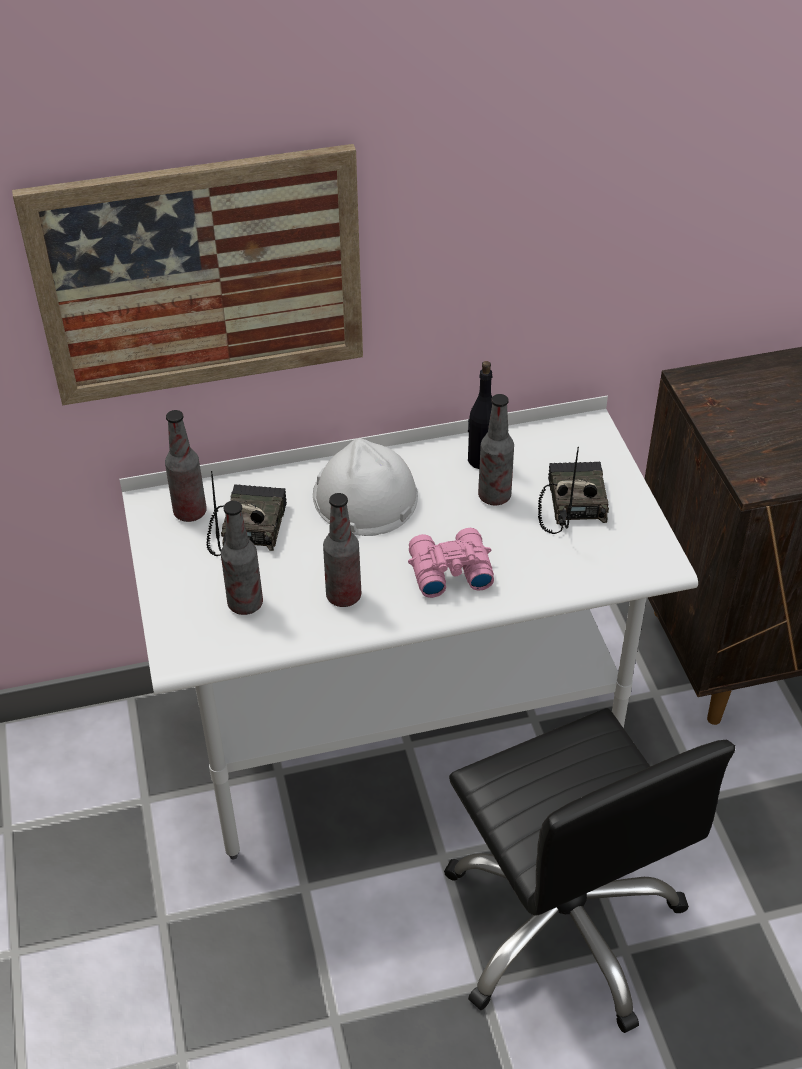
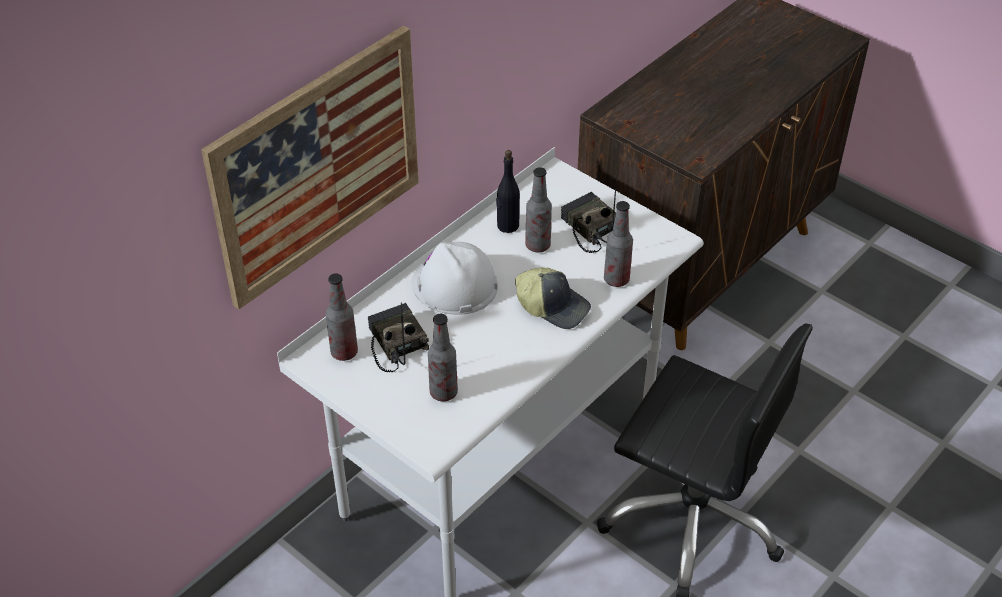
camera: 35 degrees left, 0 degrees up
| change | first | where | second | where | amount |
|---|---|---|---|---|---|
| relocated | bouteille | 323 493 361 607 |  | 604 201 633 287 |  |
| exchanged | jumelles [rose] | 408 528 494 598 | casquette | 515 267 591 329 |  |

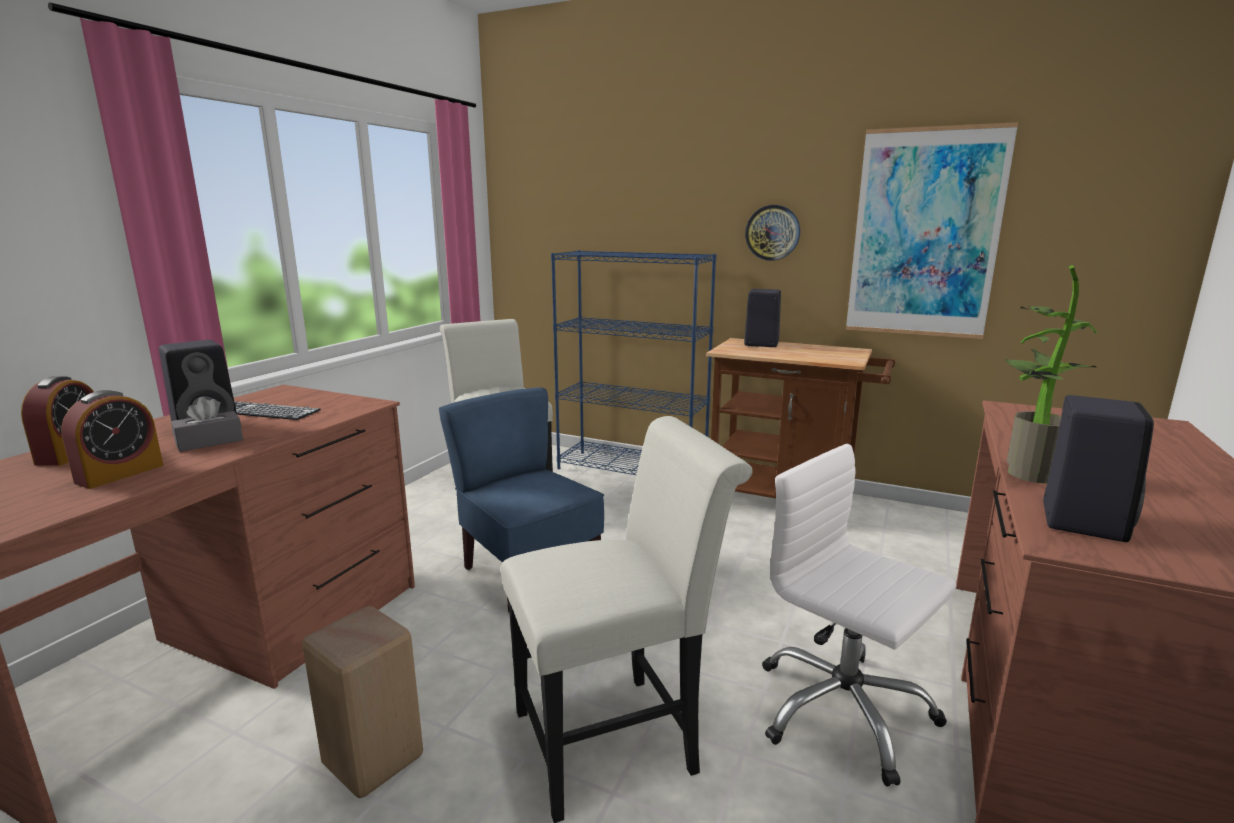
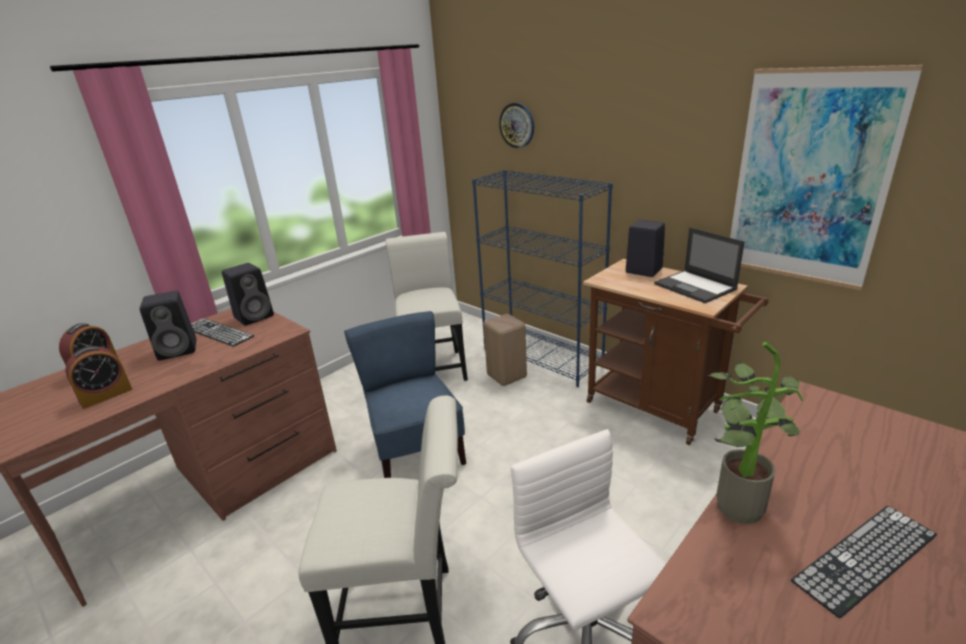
camera: 20 degrees right, 10 degrees up
| change | first | where | second | where | amount |
|---|---|---|---|---|---|
| missing | boîte à mouchoirs [gris] | 171 397 243 452 |  |  |  |
| appeared |  |  | ordinateur portable | 654 228 745 303 |  |
| appeared |  |  | clavier | 791 505 937 618 |  |
| relocated | tabouret [beige] | 302 606 423 798 |  | 483 314 527 386 |  |
| relocated | horloge murale | 745 205 800 261 |  | 499 103 534 148 |  |
| relocated | enceinte [noir] | 1043 395 1154 542 |  | 222 263 274 326 |  |

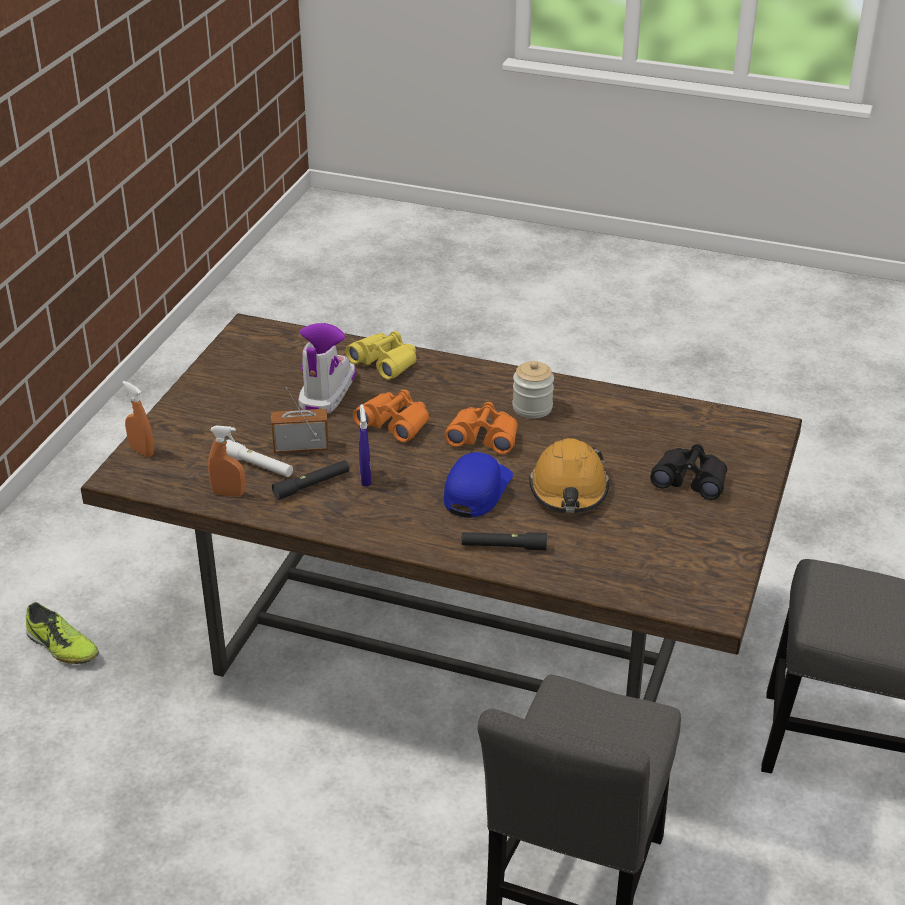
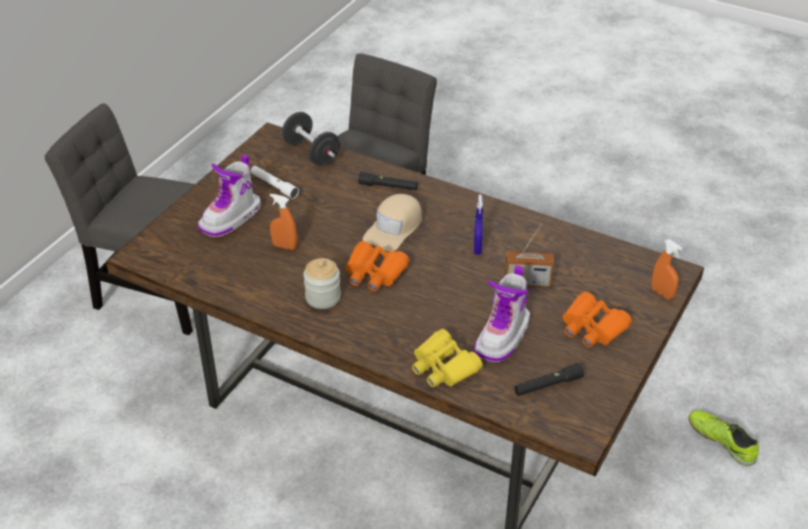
camera: 170 degrees left, 5 degrees up
| change | first | where | second | where | amount |
|---|---|---|---|---|---|
| missing | casque de chantier [orange] | 529 438 609 513 |  |  |  |
| appeared |  |  | haltère [noir] | 282 112 340 166 |  |
| relocated | vaporisateur [orange] | 208 426 245 497 |  | 270 194 297 250 |  |
| relocated | lampe de poche [blanc] | 226 439 293 477 |  | 251 166 299 199 |  |
| relocated | lampe de poche [noir] | 272 460 349 500 |  | 514 363 584 396 |  |
| relocated | jumelles [orange] | 353 390 429 443 |  | 563 292 632 347 |  |
| exchanged | jumelles [noir] | 650 444 727 500 | botte | 198 154 261 237 |  |
| colour | casquette [bleu] | 444 452 513 518 | casquette [beige] | 363 194 422 252 |  |

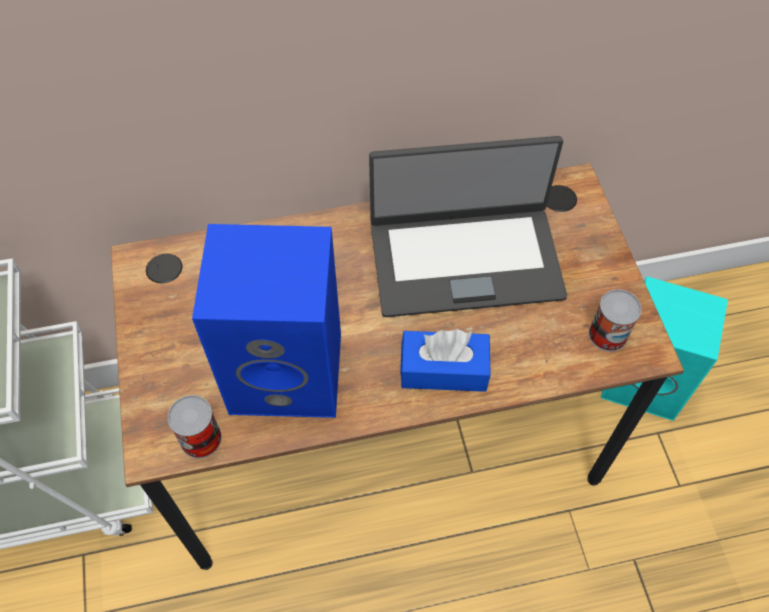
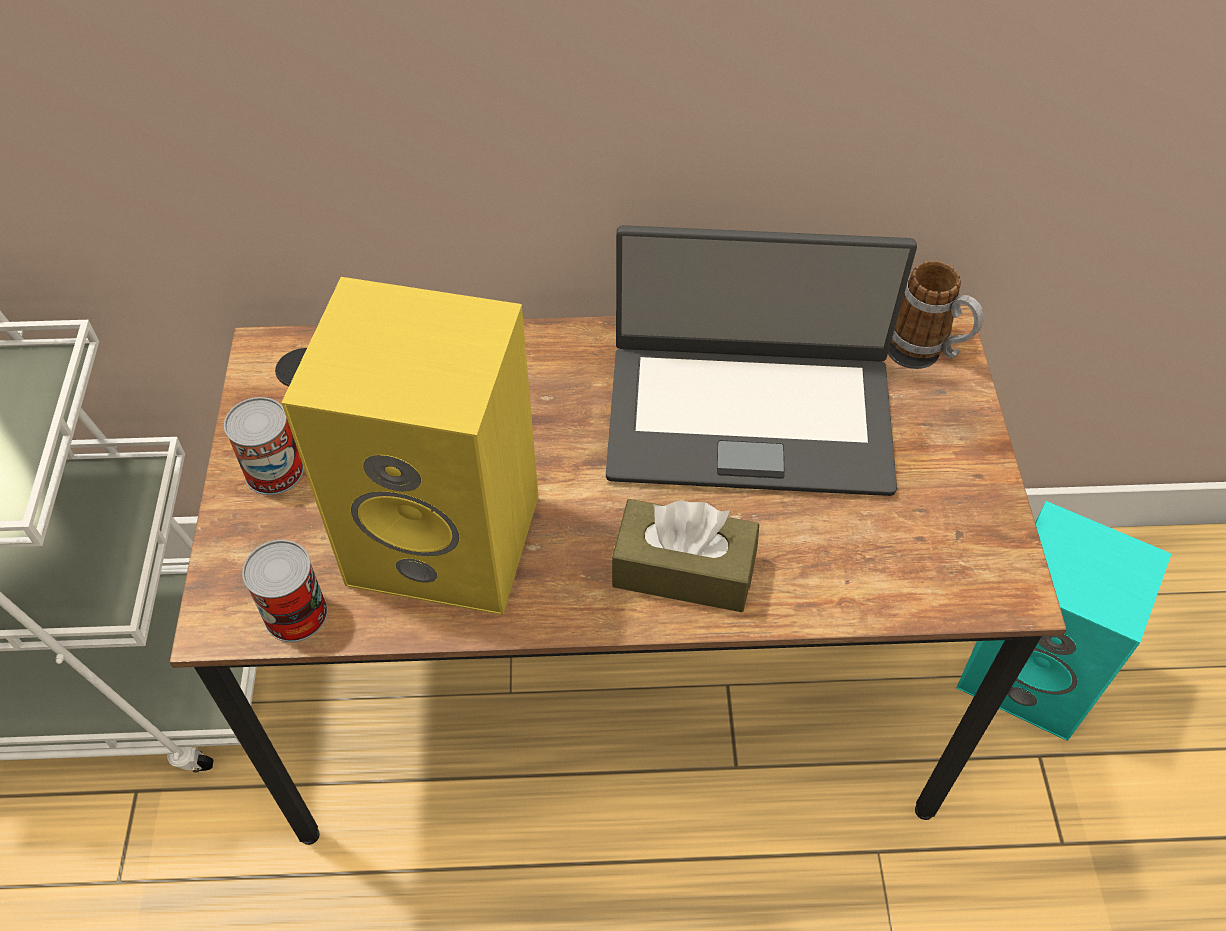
camera: 10 degrees right, 5 degrees down
| change | first | where | second | where | amount |
|---|---|---|---|---|---|
| appeared |  |  | mug | 891 261 984 358 |  |
| relocated | boîte métallique | 589 289 642 352 |  | 224 397 304 495 |  |
| colour | enceinte [bleu] | 192 224 341 418 | enceinte [jaune] | 281 277 538 615 |  |
| colour | boîte à mouchoirs [bleu] | 400 329 491 392 | boîte à mouchoirs [marron] | 612 499 759 612 |  |

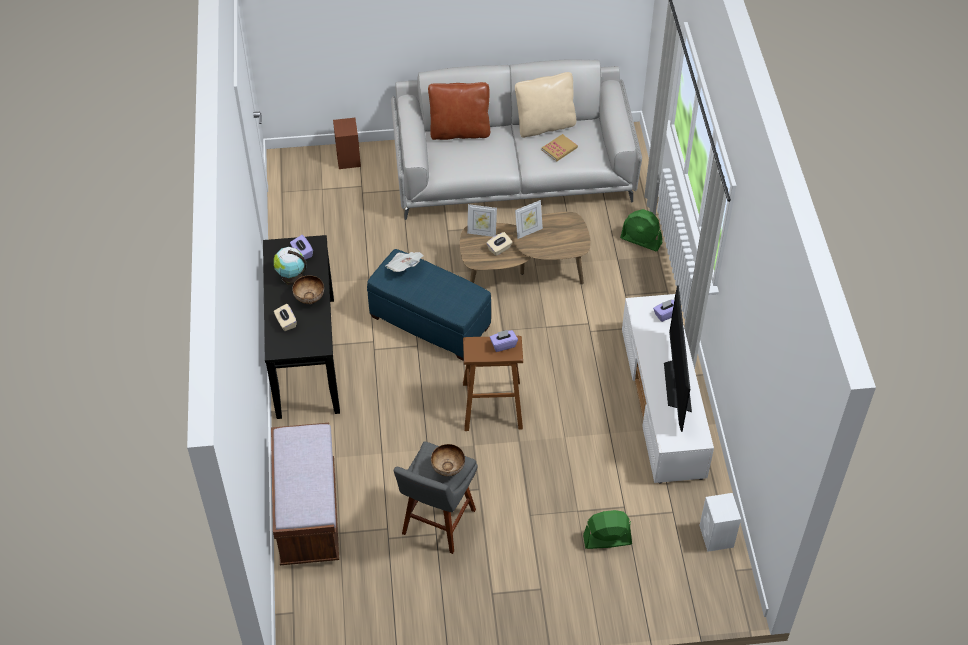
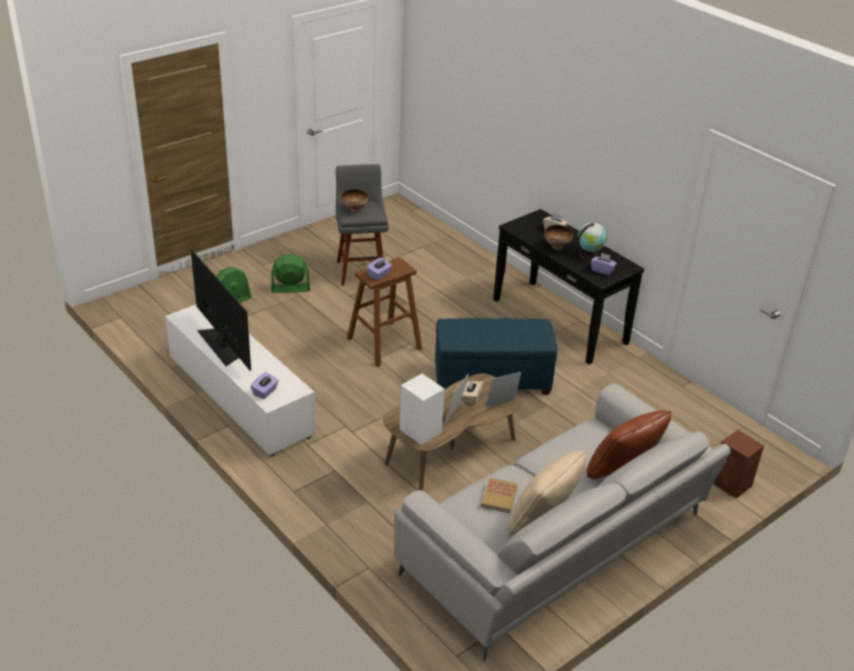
camera: 145 degrees right, 15 degrees down
| change | first | where | second | where | amount |
|---|---|---|---|---|---|
| missing | banc [marron] | 271 423 339 565 |  |  |  |
| missing | journal | 386 252 424 272 |  |  |  |
| relocated | ventilateur [vert] | 620 209 662 251 |  | 271 254 310 293 |  |
| relocated | enceinte [blanc] | 699 493 741 552 |  | 400 373 445 445 |  |

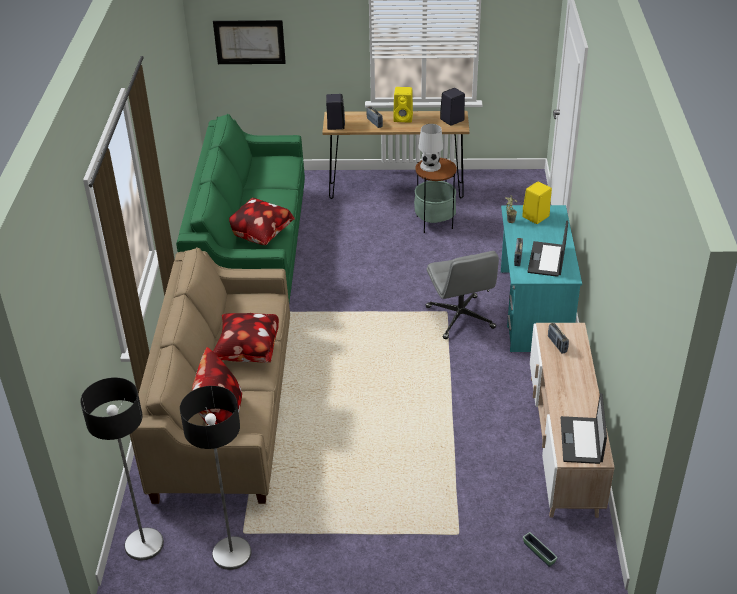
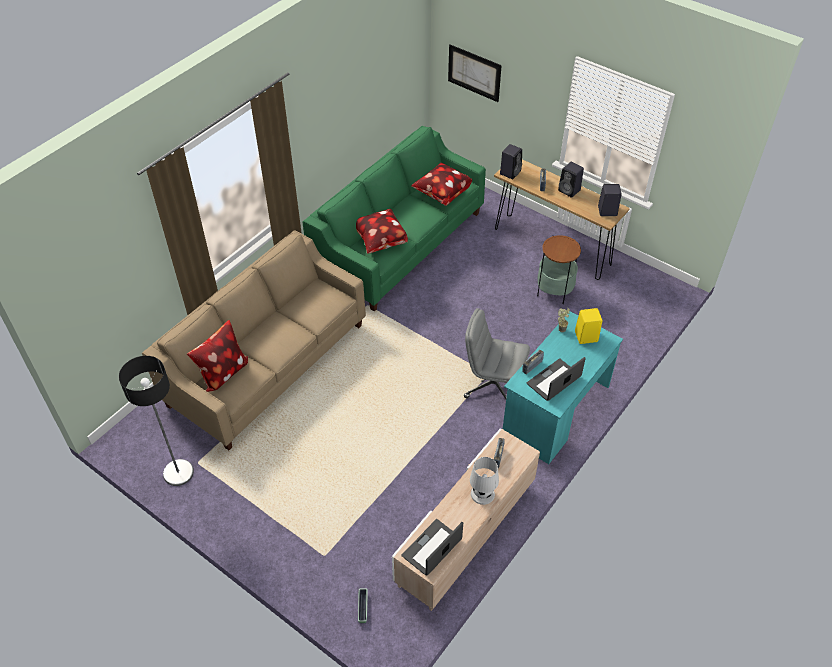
camera: 35 degrees right, 10 degrees up
| change | first | where | second | where | amount |
|---|---|---|---|---|---|
| missing | lampadaire | 80 377 164 561 |  |  |  |
| relocated | coussin | 213 313 279 363 |  | 411 163 472 206 |  |
| relocated | lampe de table [blanc] | 418 124 443 172 |  | 470 457 499 505 |  |
| colour | enceinte [jaune] | 393 87 413 122 | enceinte [noir] | 558 162 584 198 |  |
| spun | chaise de bureau [gris] | 426 251 499 339 |  | 464 308 530 399 | 90 degrees clockwise |

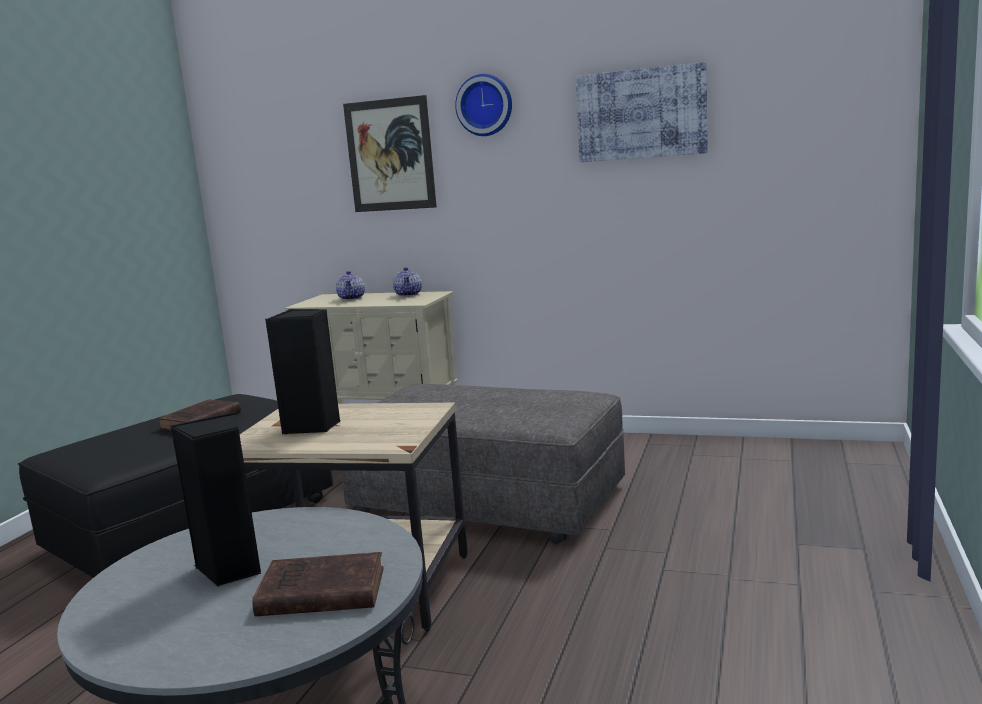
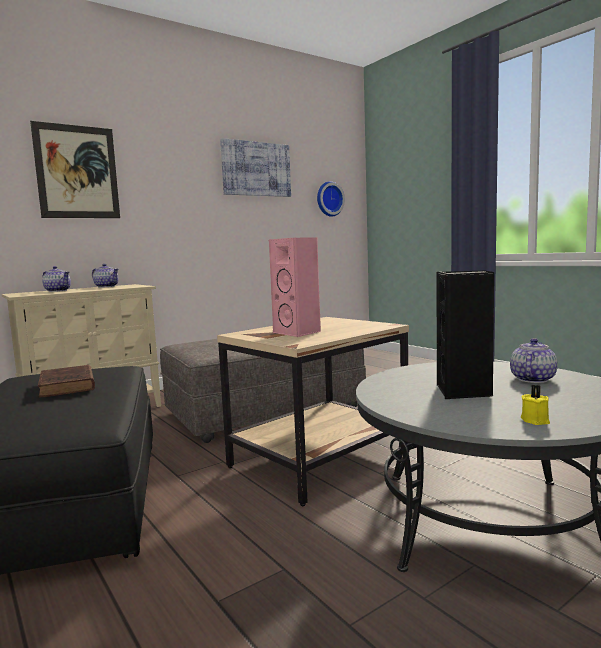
camera: 55 degrees left, 5 degrees down
| change | first | where | second | where | amount |
|---|---|---|---|---|---|
| appeared |  |  | bougie [jaune] | 521 385 550 425 |  |
| relocated | horloge murale | 455 74 512 136 |  | 317 181 345 217 |  |
| exchanged | livre [marron] | 252 552 384 616 | théière | 510 338 557 383 |  |
| colour | enceinte [noir] | 265 309 340 434 | enceinte [rose] | 269 237 321 337 |  |

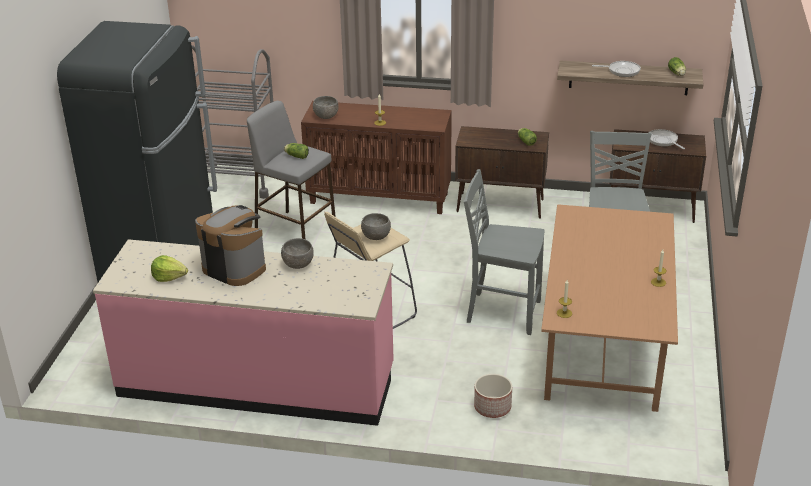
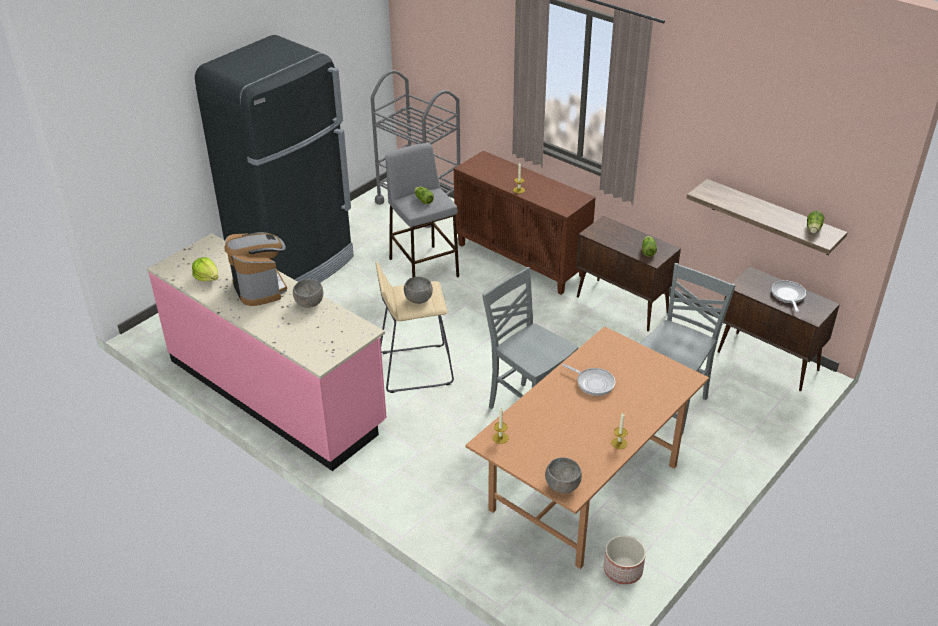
camera: 30 degrees right, 5 degrees up
| change | first | where | second | where | amount |
|---|---|---|---|---|---|
| relocated | bol [gris] | 313 96 339 119 |  | 545 457 582 493 |  |
| relocated | cache-pot | 474 374 512 418 |  | 604 535 646 584 |  |
| relocated | poêle | 592 61 641 77 |  | 562 364 615 396 |  |

